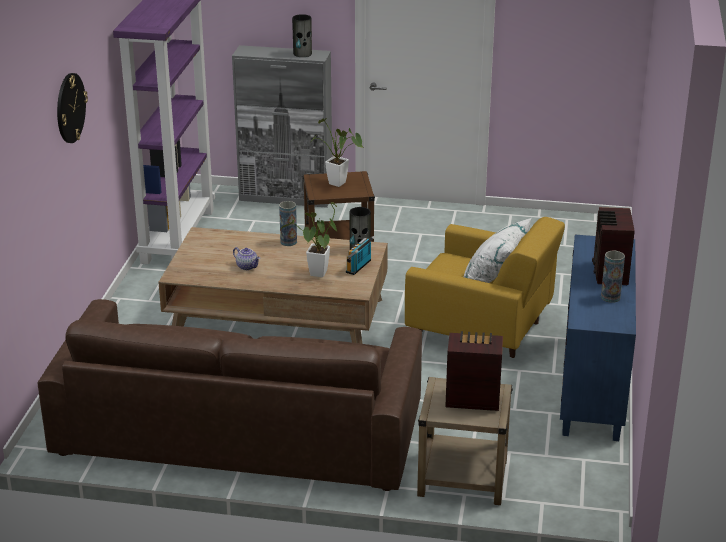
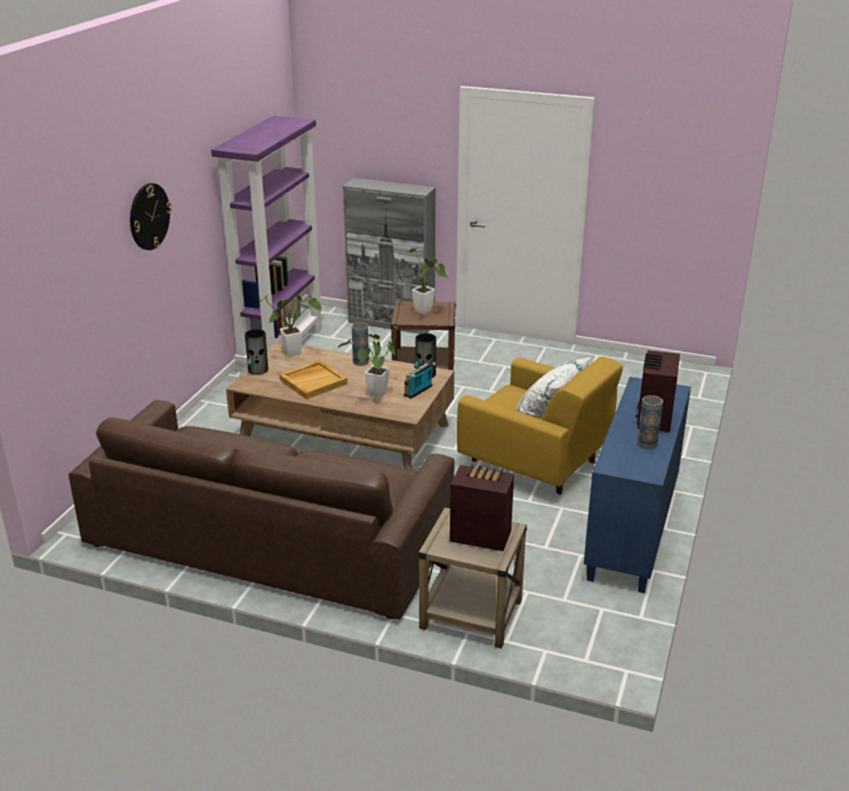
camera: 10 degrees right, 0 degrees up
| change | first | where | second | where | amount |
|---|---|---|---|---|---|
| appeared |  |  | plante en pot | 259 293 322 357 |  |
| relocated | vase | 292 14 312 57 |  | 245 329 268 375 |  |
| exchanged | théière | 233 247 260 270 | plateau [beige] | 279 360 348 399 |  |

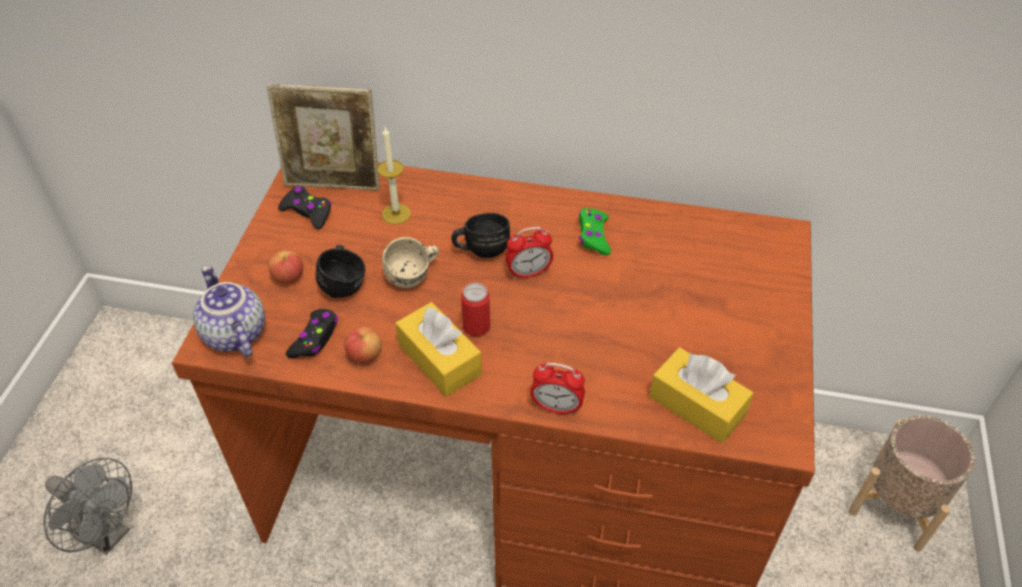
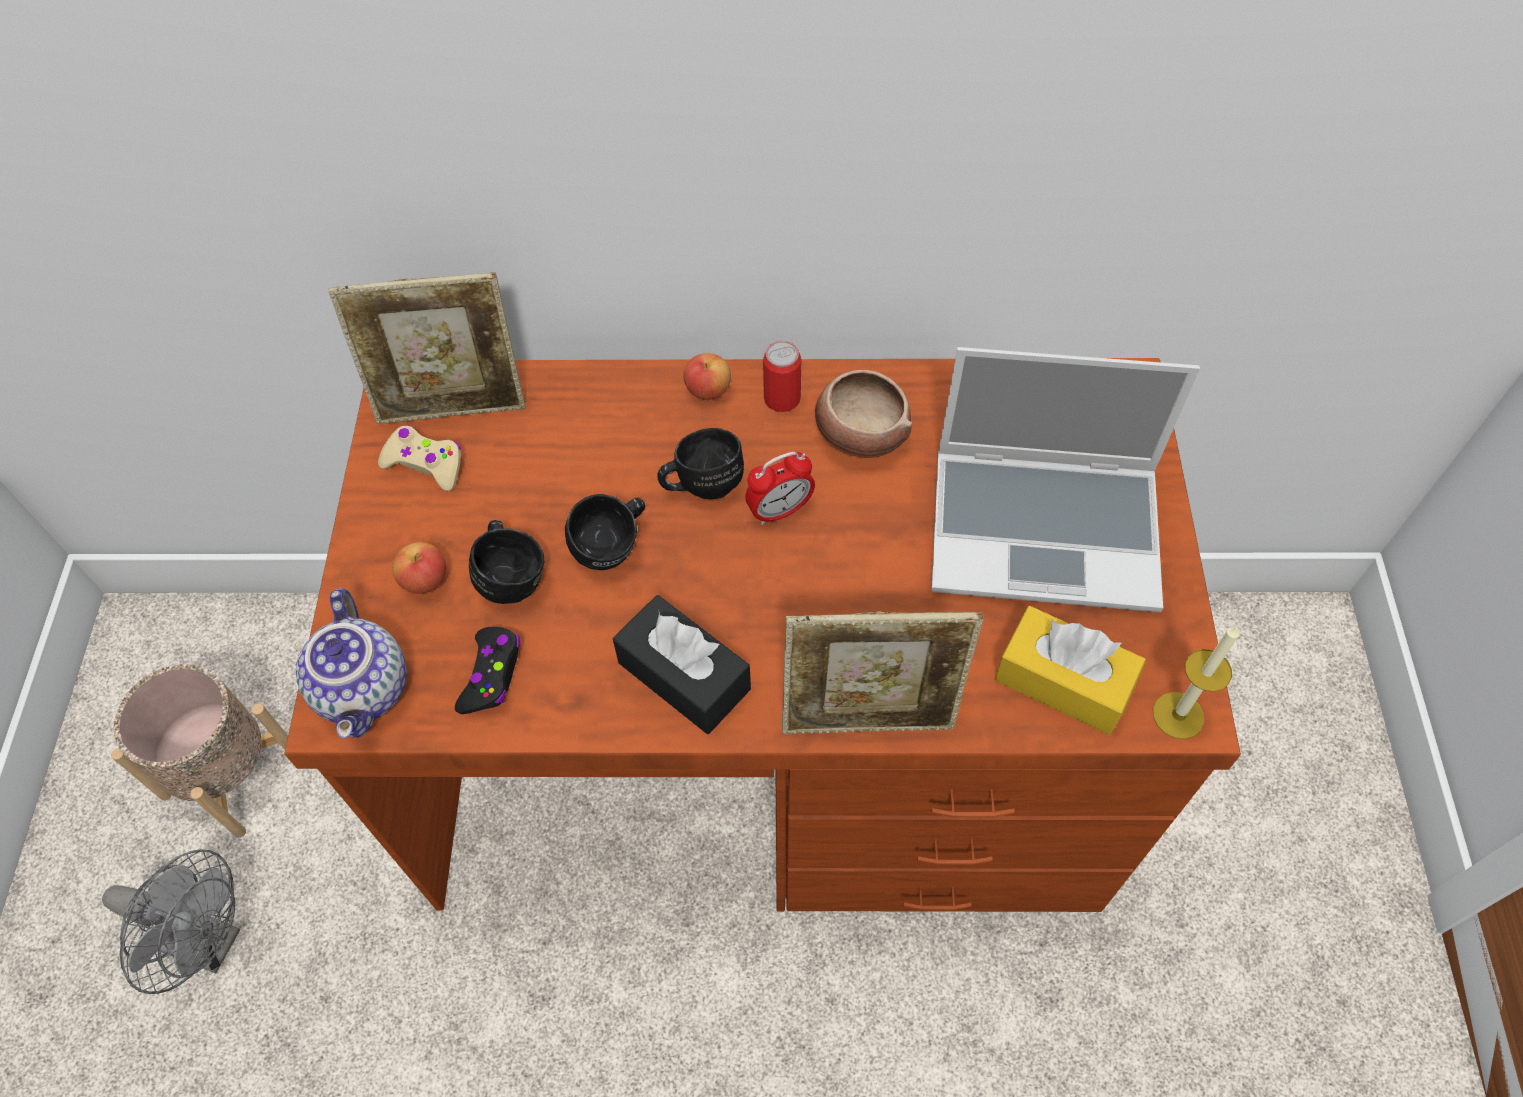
camera: 10 degrees left, 10 degrees up
| change | first | where | second | where | amount |
|---|---|---|---|---|---|
| appeared |  |  | ordinateur portable | 931 347 1200 612 |  |
| relocated | pomme | 344 327 382 363 |  | 683 353 731 400 |  |
| relocated | bougie | 377 127 411 224 |  | 1153 626 1239 739 |  |
| relocated | boîte métallique | 461 283 490 336 |  | 763 340 801 412 |  |
| relocated | cache-pot [beige] | 849 415 975 552 |  | 111 664 288 838 |  |
| exchanged | réveil | 530 363 585 415 | cadre photo | 782 611 984 734 |  |
| exchanged | manette [vert] | 579 208 611 255 | bol | 815 370 912 458 |  |
| colour | manette [noir] | 278 186 332 230 | manette [beige] | 378 425 461 491 |  |
| colour | mug [beige] | 382 237 439 288 | mug [noir] | 565 494 645 570 |  |
| colour | boîte à mouchoirs [jaune] | 395 302 482 397 | boîte à mouchoirs [noir] | 613 595 751 734 |  |
| spun | théière | 193 265 265 358 |  | 296 588 407 738 | 150 degrees counterclockwise |

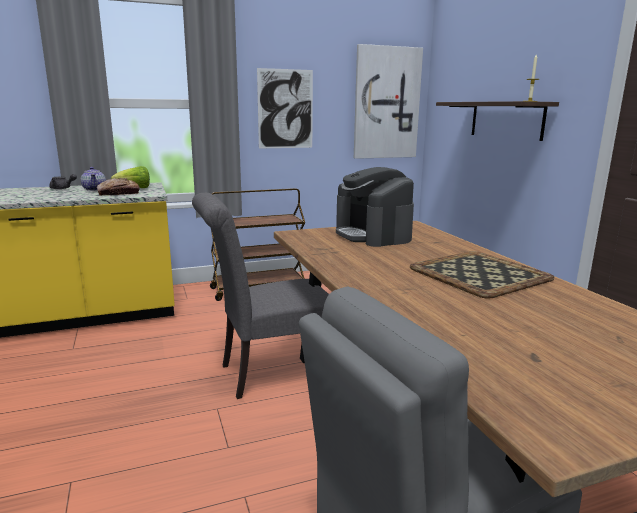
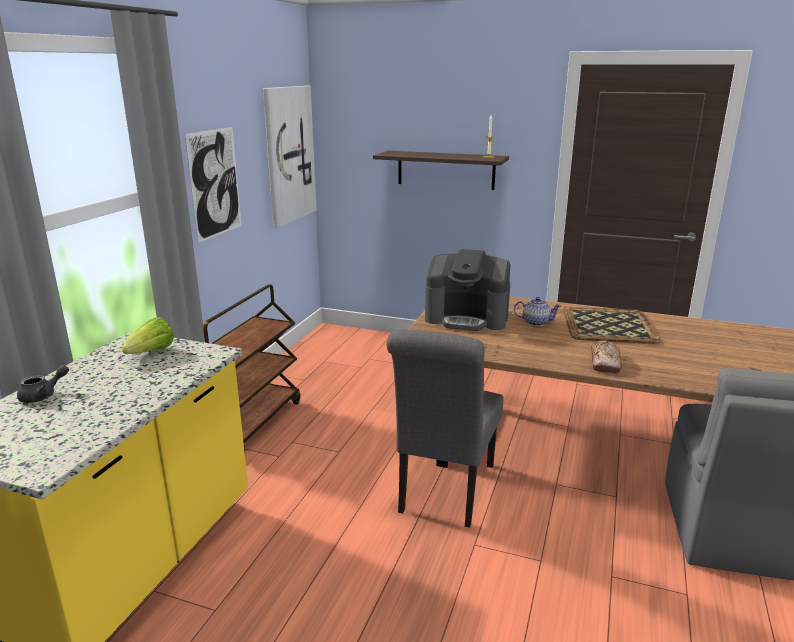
camera: 50 degrees left, 5 degrees up
| change | first | where | second | where | amount |
|---|---|---|---|---|---|
| relocated | théière | 81 167 106 191 |  | 514 297 561 326 |  |
| relocated | pain | 97 178 139 196 |  | 591 341 622 374 |  |

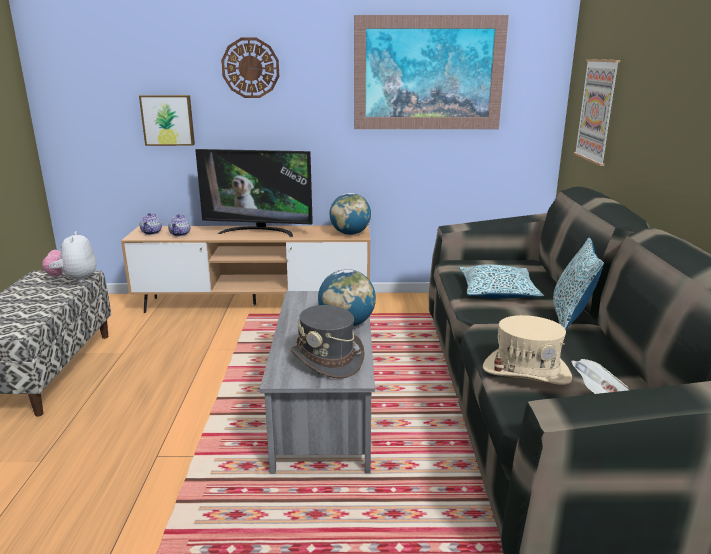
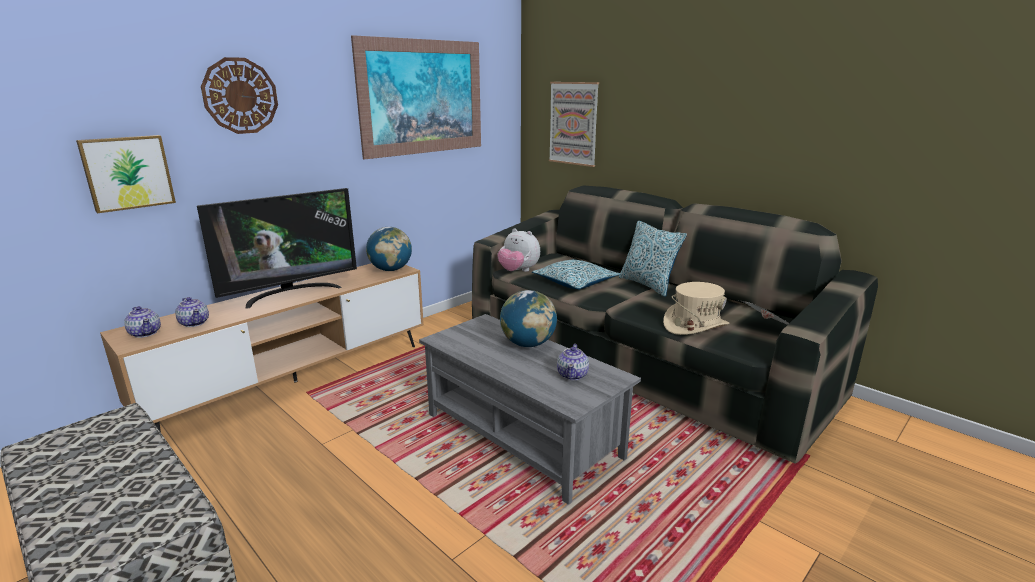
camera: 45 degrees left, 0 degrees up
| change | first | where | second | where | amount |
|---|---|---|---|---|---|
| relocated | peluche | 42 231 97 283 |  | 497 228 540 272 |  |
| exchanged | chapeau [gris] | 291 305 364 378 | théière | 557 344 589 380 |  |

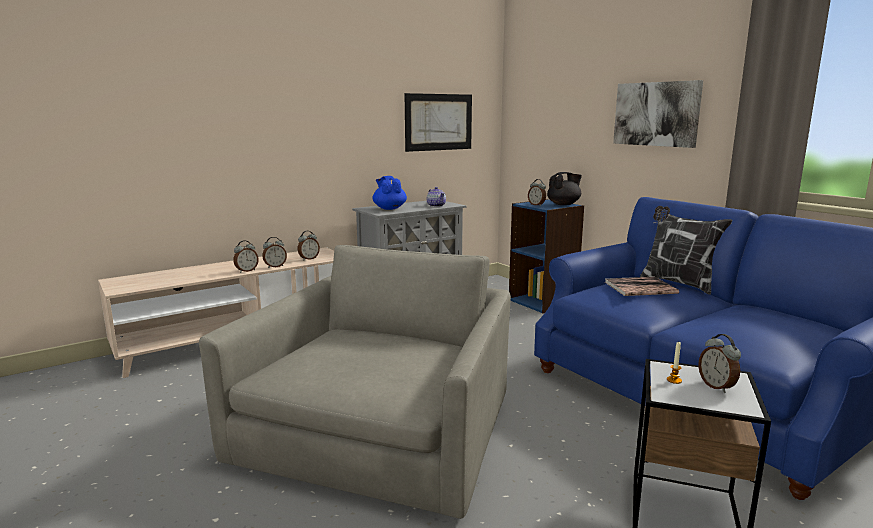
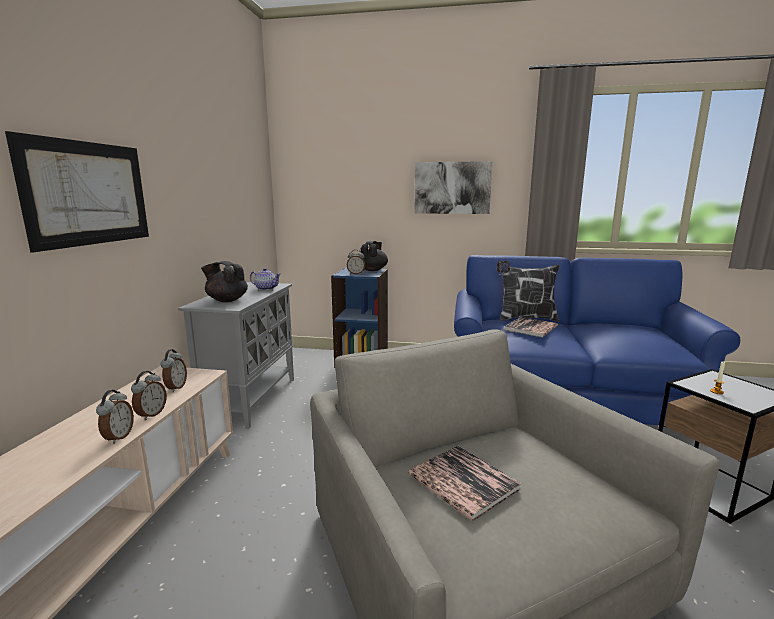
camera: 45 degrees left, 0 degrees up
| change | first | where | second | where | amount |
|---|---|---|---|---|---|
| missing | réveil | 698 334 741 393 |  |  |  |
| appeared |  |  | livre | 408 446 522 521 |  |
| relocated | tableau | 405 93 472 152 |  | 5 131 149 253 |  |
| colour | théière [bleu] | 373 176 407 210 | théière [noir] | 201 261 248 302 |  |

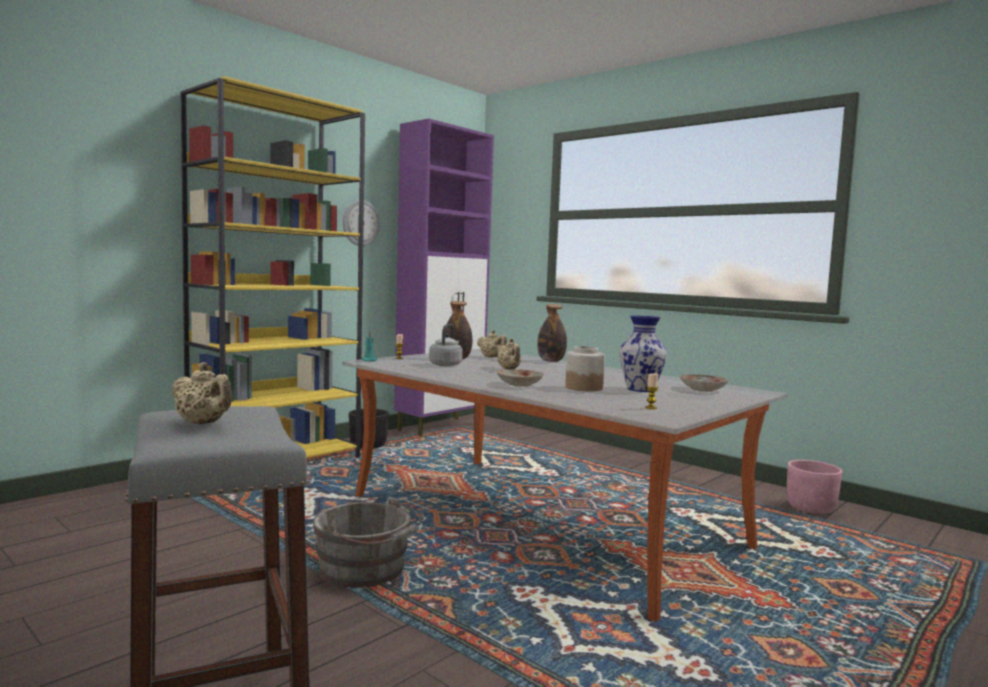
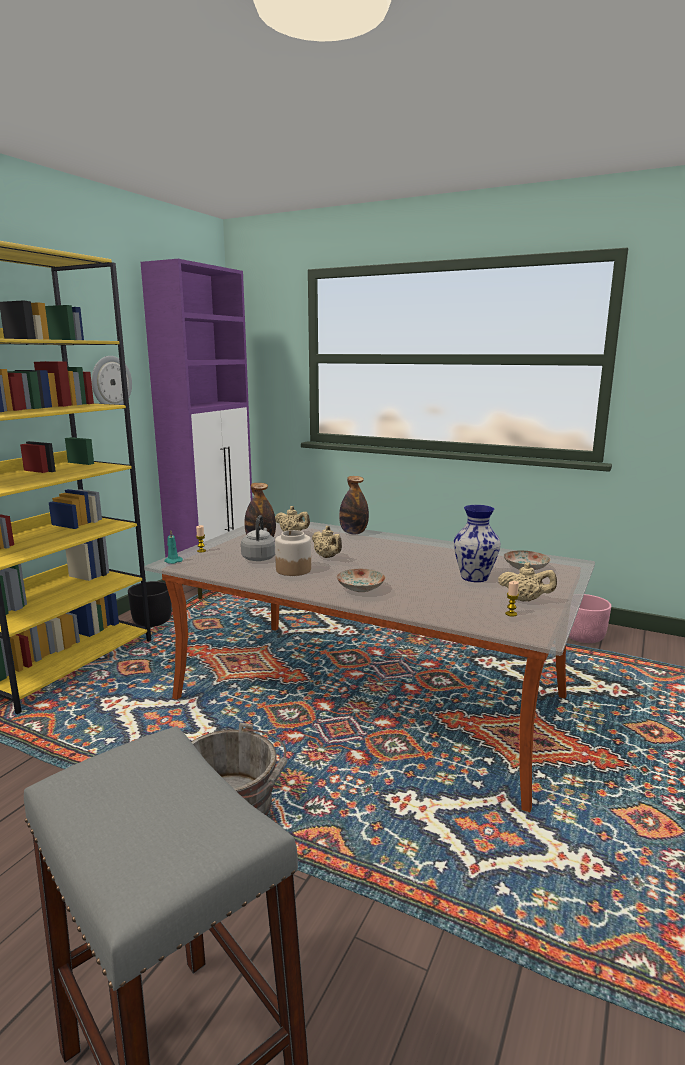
camera: 15 degrees left, 10 degrees up
| change | first | where | second | where | amount |
|---|---|---|---|---|---|
| relocated | théière [beige] | 171 362 232 424 |  | 498 563 557 602 |  |
| relocated | bocal | 565 346 605 391 |  | 275 530 311 576 |  |

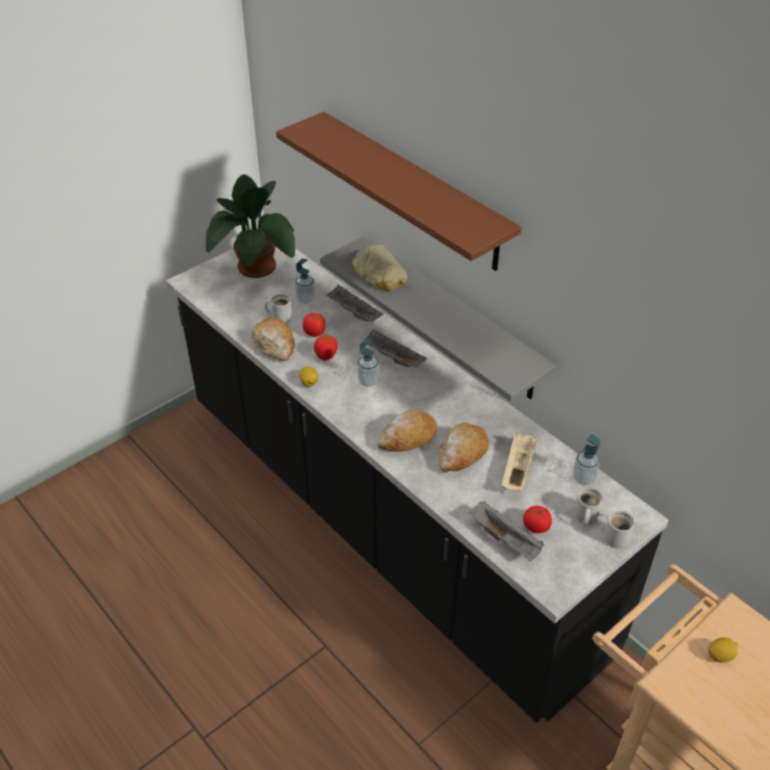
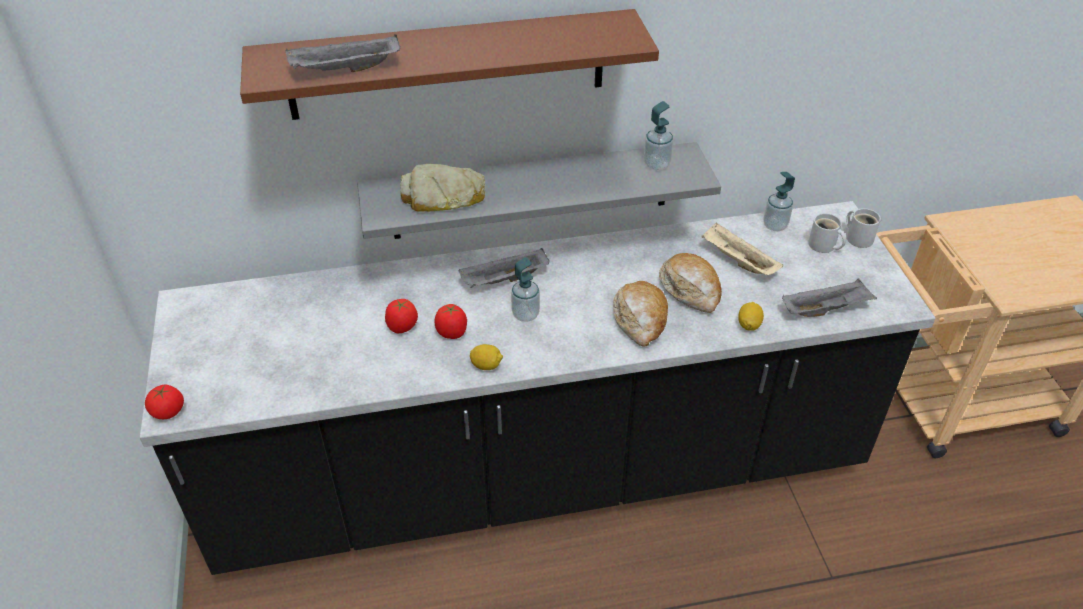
camera: 60 degrees left, 0 degrees up
| change | first | where | second | where | amount |
|---|---|---|---|---|---|
| missing | plante en pot | 206 174 295 278 |  |  |  |
| missing | pain | 251 318 295 361 |  |  |  |
| missing | mug [blanc] | 265 294 292 323 |  |  |  |
| relocated | distributeur de savon | 295 259 315 304 |  | 644 101 673 171 |  |
| relocated | plateau [gris] | 326 285 384 322 |  | 285 34 400 72 |  |
| relocated | tomate | 523 506 552 533 |  | 145 385 184 419 |  |
| relocated | citron | 708 637 738 663 |  | 738 302 764 331 |  |

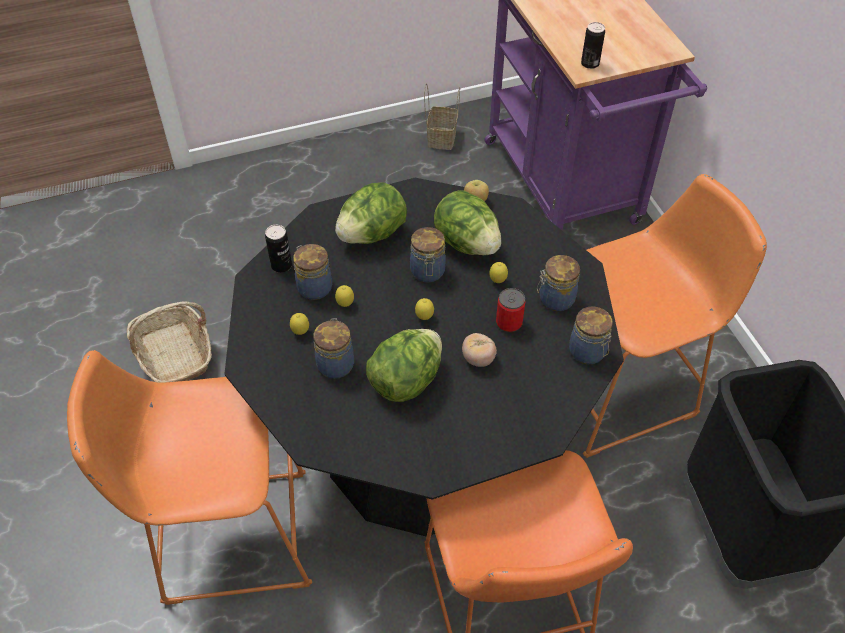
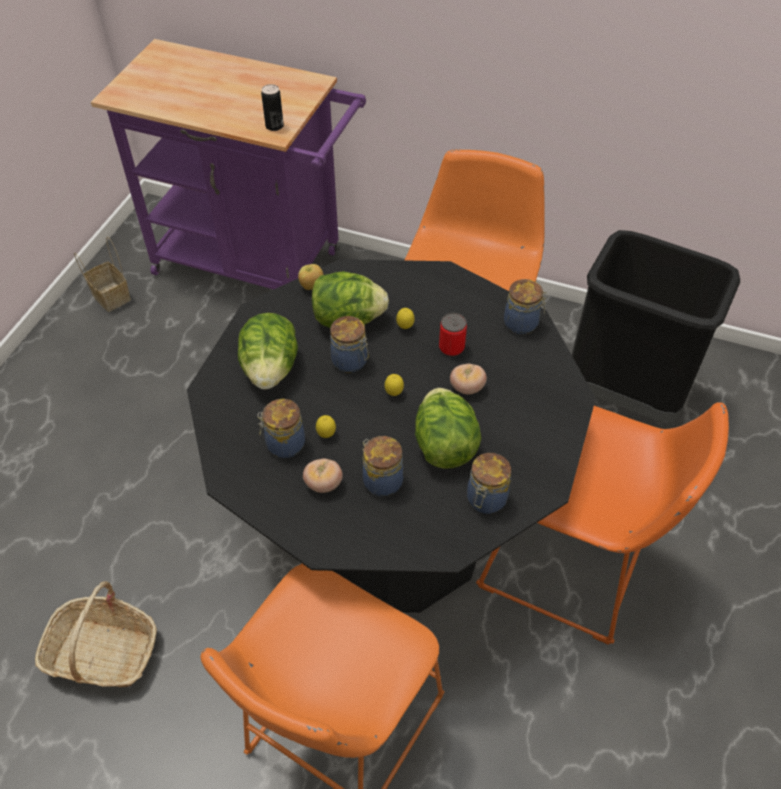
camera: 50 degrees left, 0 degrees up
| change | first | where | second | where | amount |
|---|---|---|---|---|---|
| missing | boîte métallique | 265 225 292 273 |  |  |  |
| relocated | bocal | 537 255 580 311 |  | 467 453 511 514 |  |
| exchanged | citron | 290 313 309 335 | tomate | 303 458 343 493 |  |

